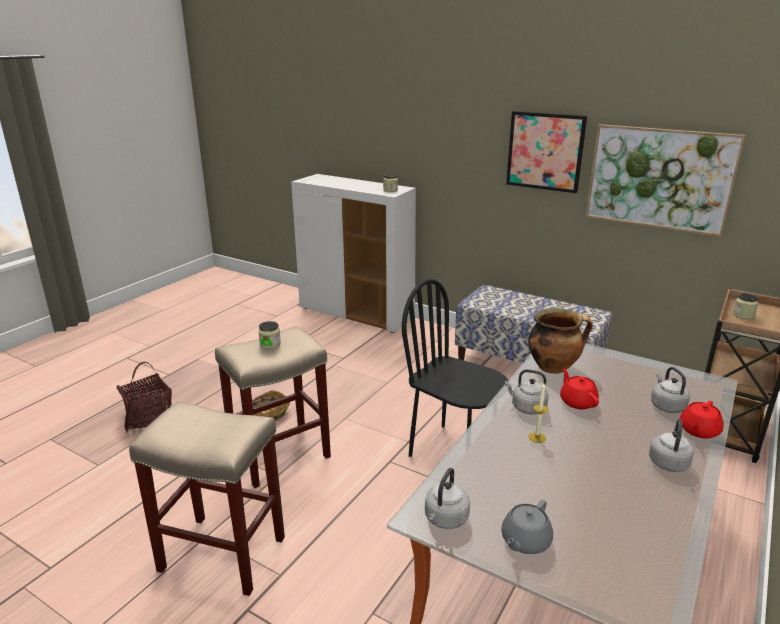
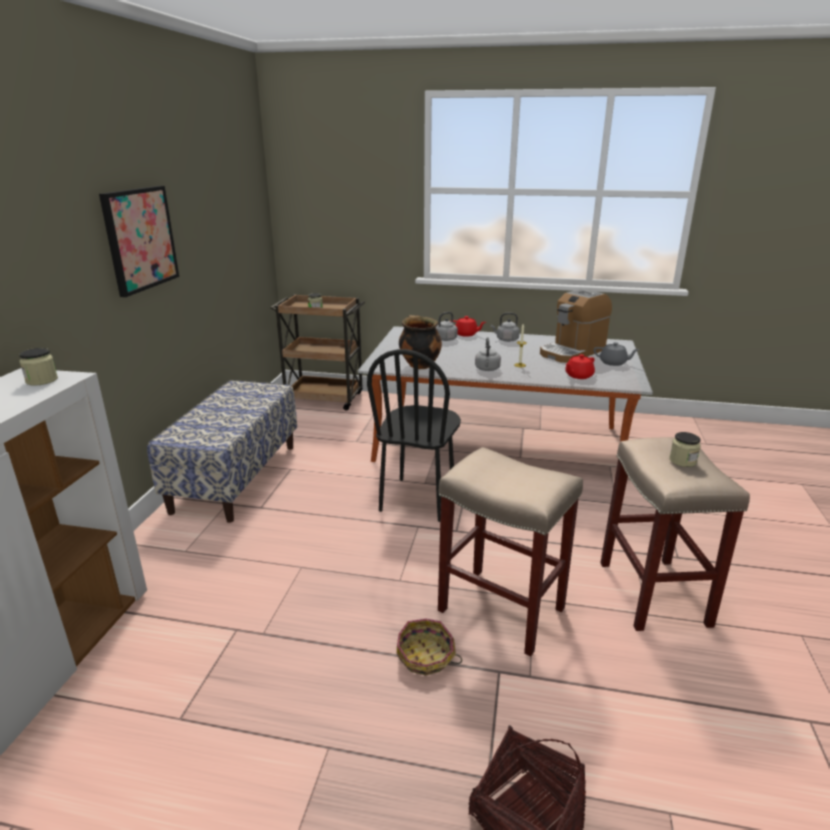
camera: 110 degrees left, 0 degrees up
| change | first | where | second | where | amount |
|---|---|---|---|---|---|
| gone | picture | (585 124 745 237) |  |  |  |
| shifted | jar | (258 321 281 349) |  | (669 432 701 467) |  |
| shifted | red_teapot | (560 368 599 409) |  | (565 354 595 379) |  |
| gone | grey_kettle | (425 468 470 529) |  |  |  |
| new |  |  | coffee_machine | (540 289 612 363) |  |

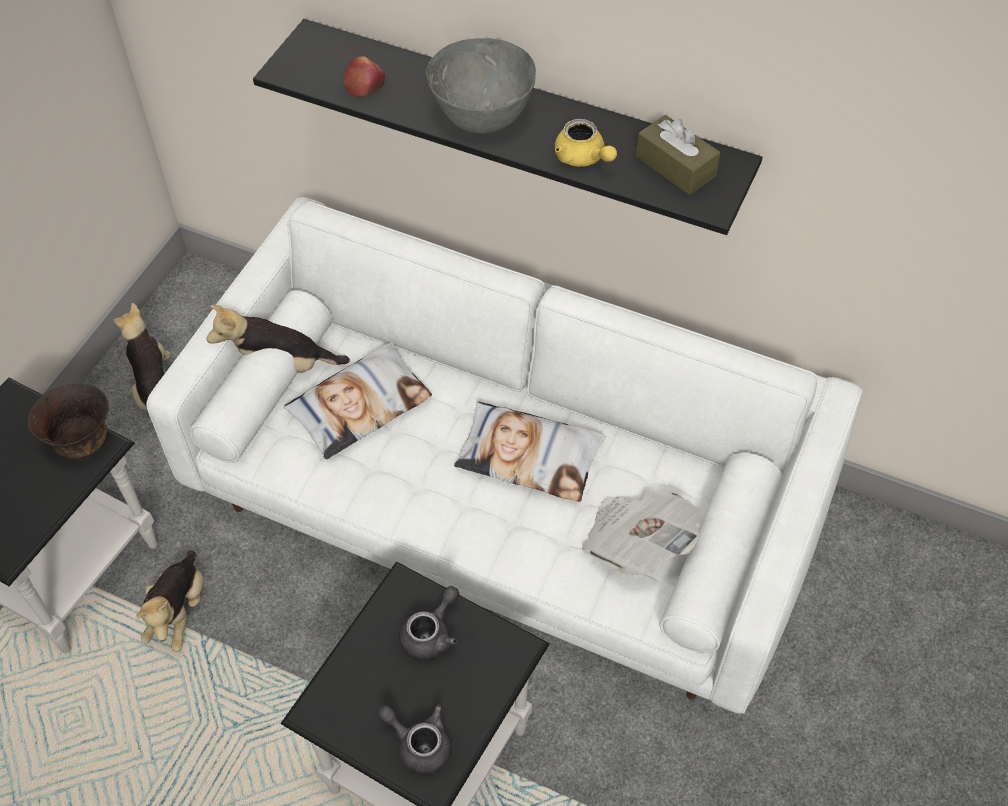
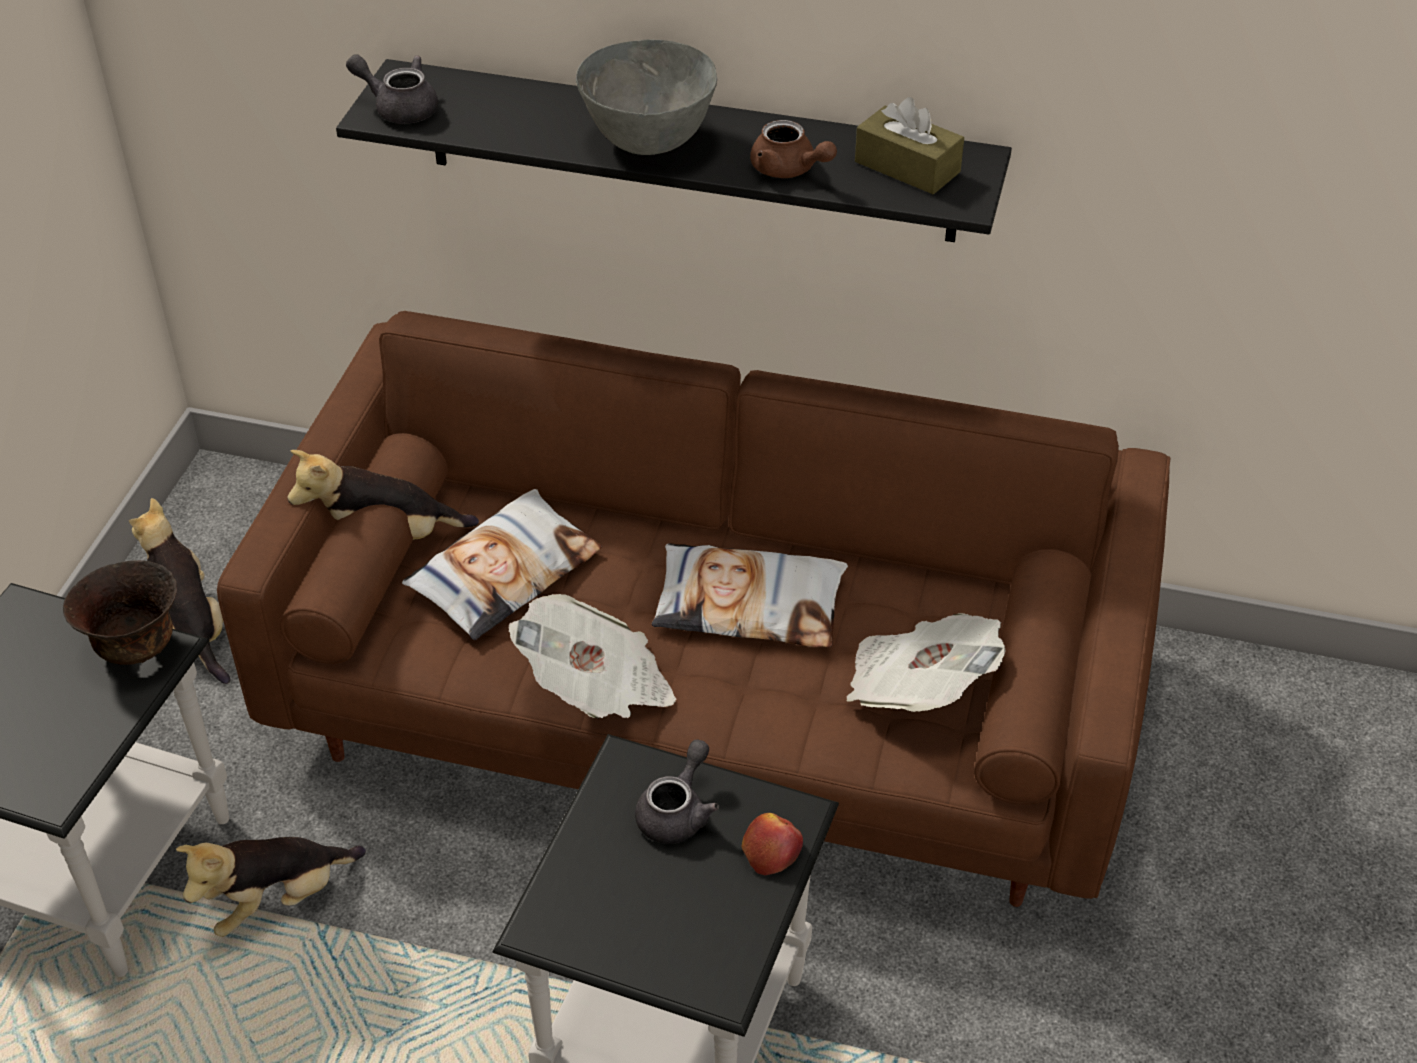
camera: 10 degrees left, 10 degrees down
| change | first | where | second | where | amount |
|---|---|---|---|---|---|
| shifted | apple | (343 56 385 97) |  | (742 813 803 875) |  |
| repainted | yellow_teapot | (555 119 617 167) | brown_teapot | (750 120 837 178) |  |
| repainted | white_sofa | (146 197 863 714) | brown_sofa | (217 311 1170 907) |  |
| rotated | plush_toy | (136 550 204 652) |  | (176 837 366 937) | 60 degrees clockwise |
| shifted | grey_teapot | (377 705 452 775) |  | (346 54 438 123) |  |
| new |  |  | newspaper | (509 594 676 719) |  |

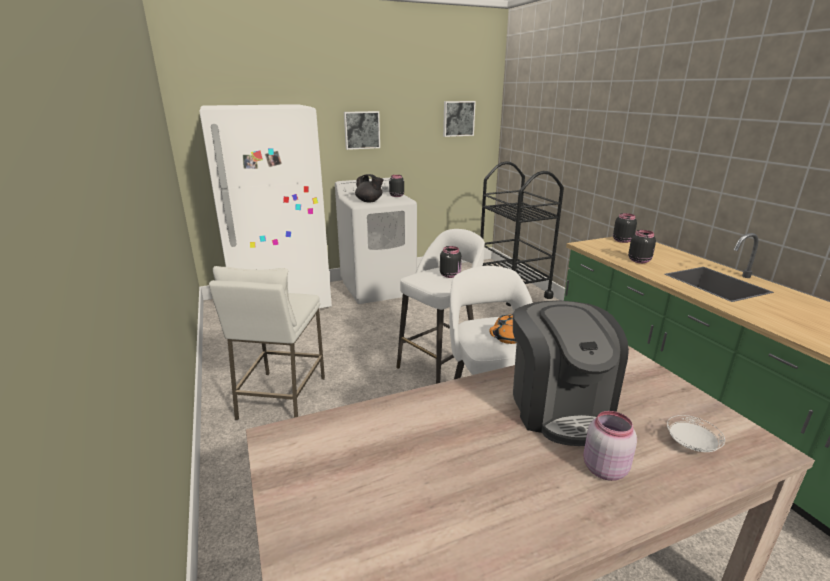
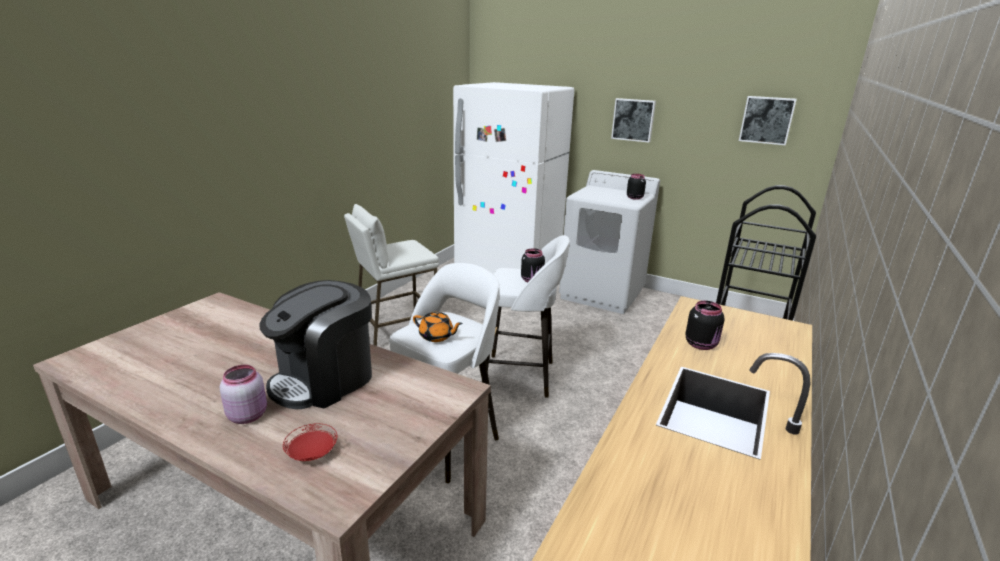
camera: 50 degrees right, 0 degrees up
| change | first | where | second | where | amount |
|---|---|---|---|---|---|
| gone | black_teapot | (355 174 384 203) |  |  |  |
| gone | black_jar | (613 213 637 243) |  |  |  |
| repainted | white_plate | (667 415 725 452) | red_plate | (283 423 337 461) |  |

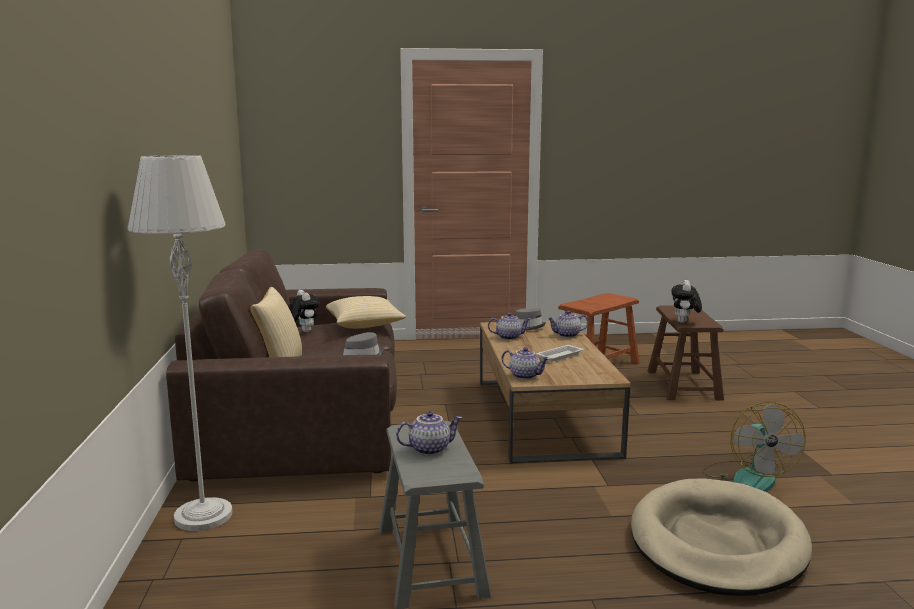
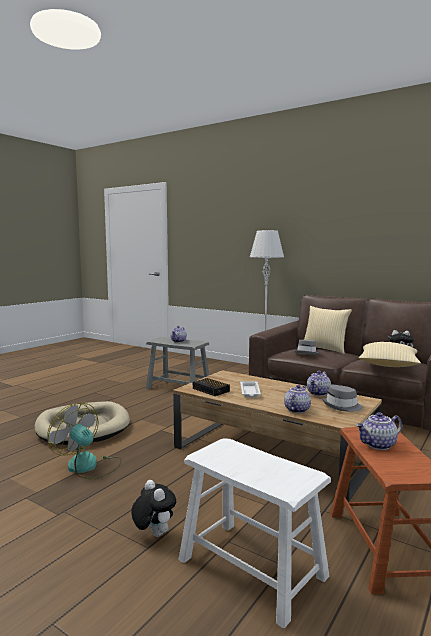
camera: 130 degrees right, 5 degrees down
| change | first | where | second | where | amount |
|---|---|---|---|---|---|
| shifted | plush_toy | (672 280 702 323) |  | (131 480 176 537) |  |
| repainted | brown_stool | (647 306 724 401) | white_stool | (179 438 331 628) |  |
| shifted | teapot | (502 347 550 380) |  | (356 412 402 450) |  |
| new |  |  | alarm_clock | (193 378 230 396) |  |

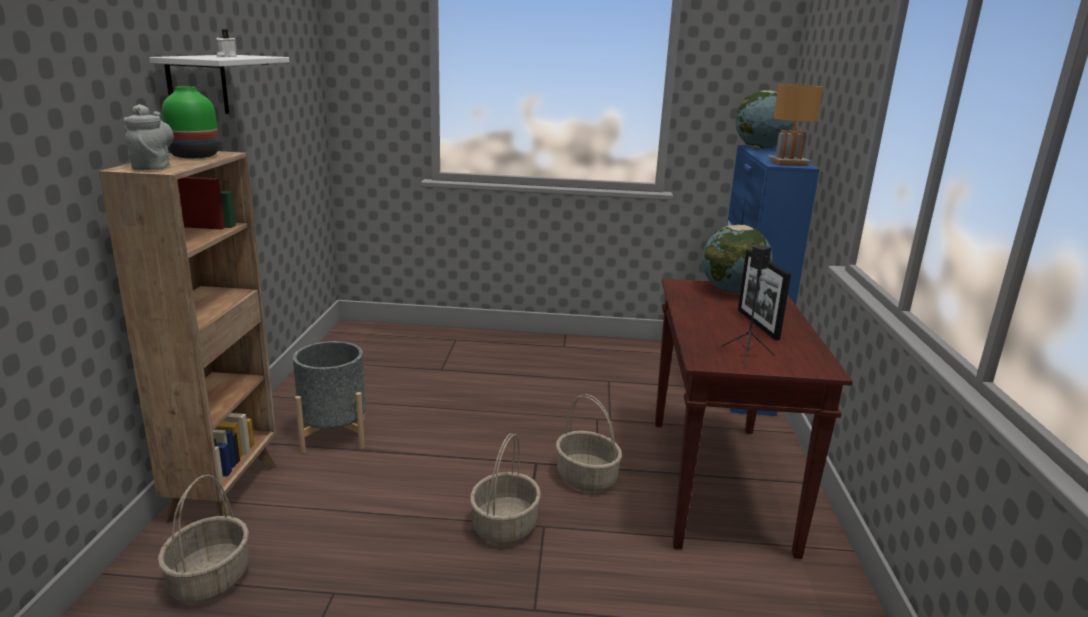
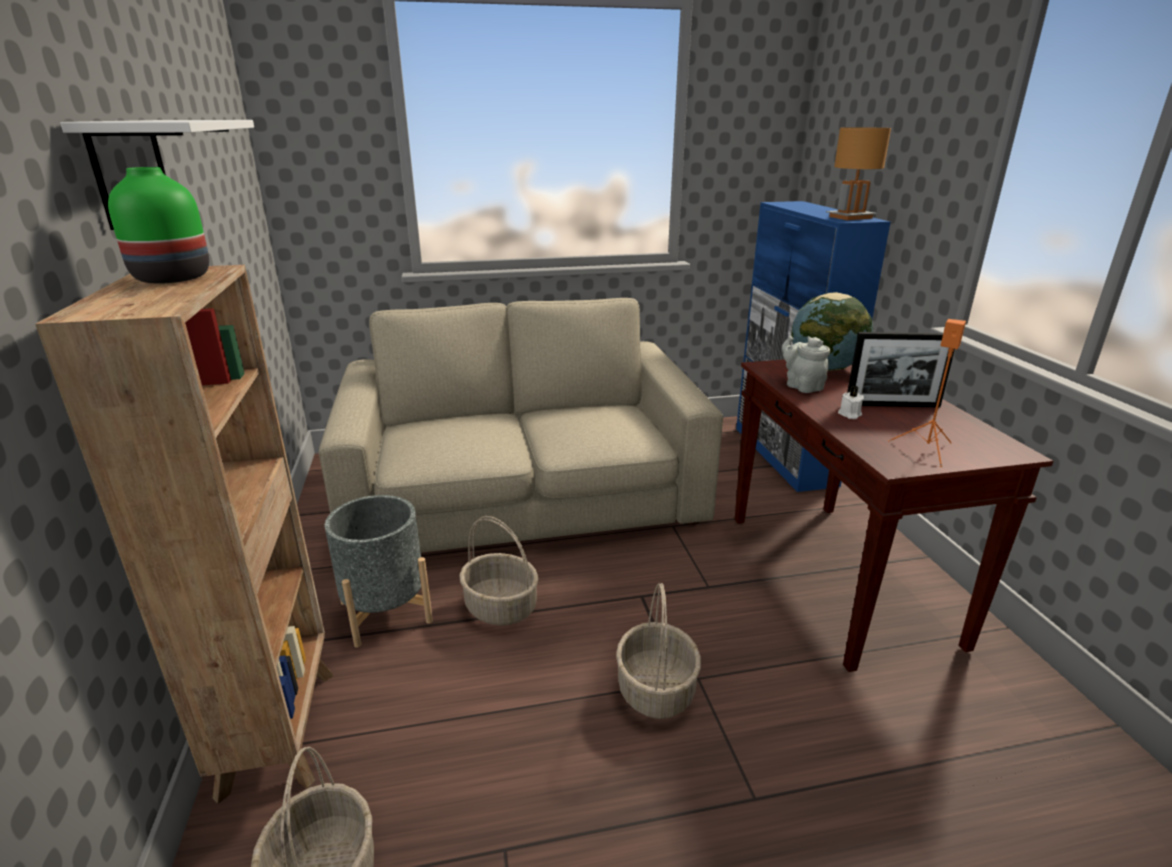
camera: 15 degrees left, 5 degrees up
| change | first | where | second | where | amount |
|---|---|---|---|---|---|
| shifted | white_candle | (216 29 237 57) |  | (838 386 864 419) |  |
| gone | globe | (736 91 794 149) |  |  |  |
| shifted | grey_teapot | (124 104 174 170) |  | (782 336 830 393) |  |
| repainted | black_speaker | (721 245 775 369) | orange_speaker | (888 319 966 467) |  |
| rotated | picture_frame | (738 250 791 341) |  | (847 332 955 408) | 60 degrees counterclockwise |
| shifted | basket | (556 394 622 492) |  | (459 516 539 626) |  |
| new |  |  | beige_sofa | (319 298 723 553) |  |

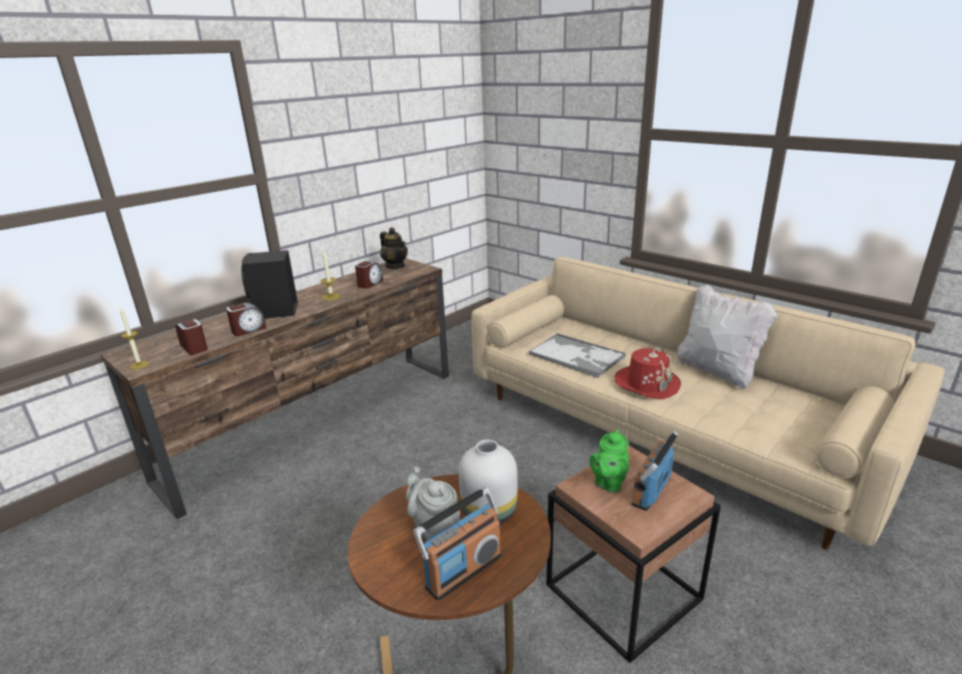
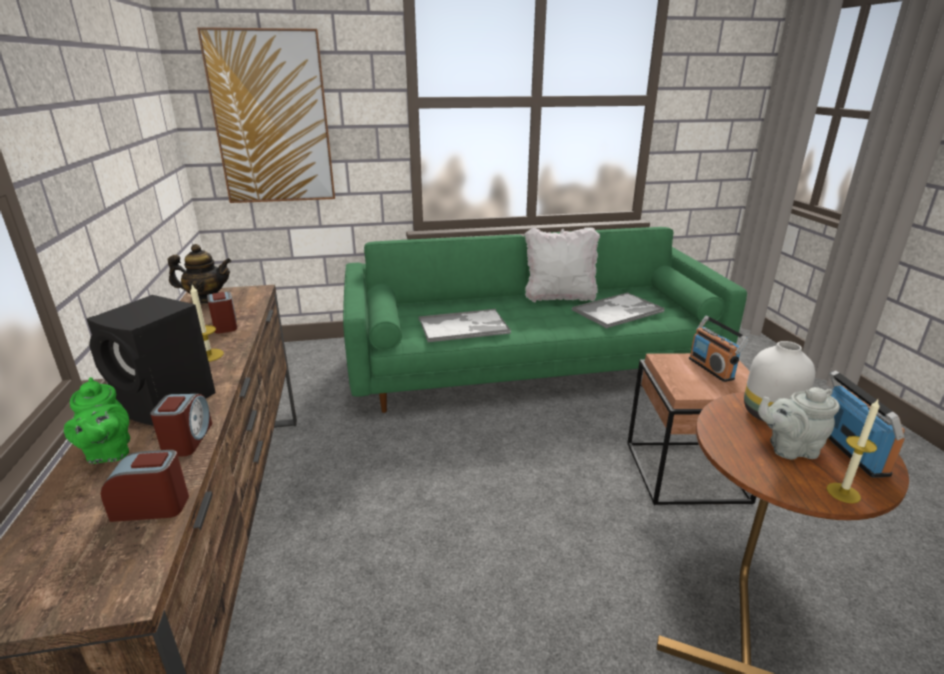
camera: 55 degrees left, 0 degrees up
| change | first | where | second | where | amount |
|---|---|---|---|---|---|
| repainted | beige_sofa | (471 257 945 550) | green_sofa | (343 227 747 413) |  |
| shifted | candle | (120 306 149 369) |  | (827 398 880 503) |  |
| gone | red_hat | (614 348 681 399) |  |  |  |
| shifted | green_teapot | (589 429 629 493) |  | (64 377 130 464) |  |
| new |  |  | picture | (197 27 335 203) |  |
| new |  |  | tray | (572 292 664 328) |  |

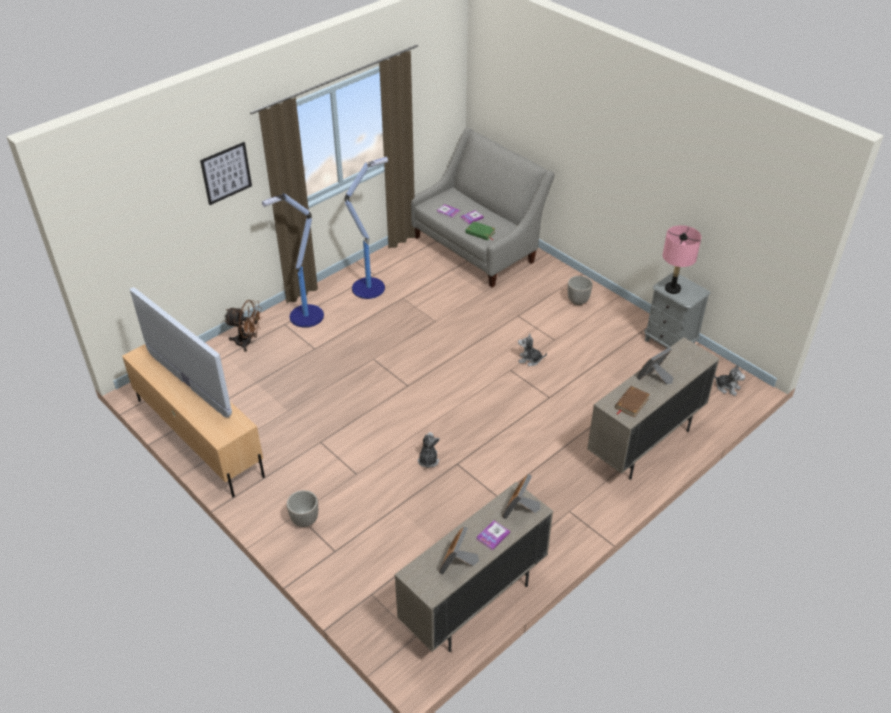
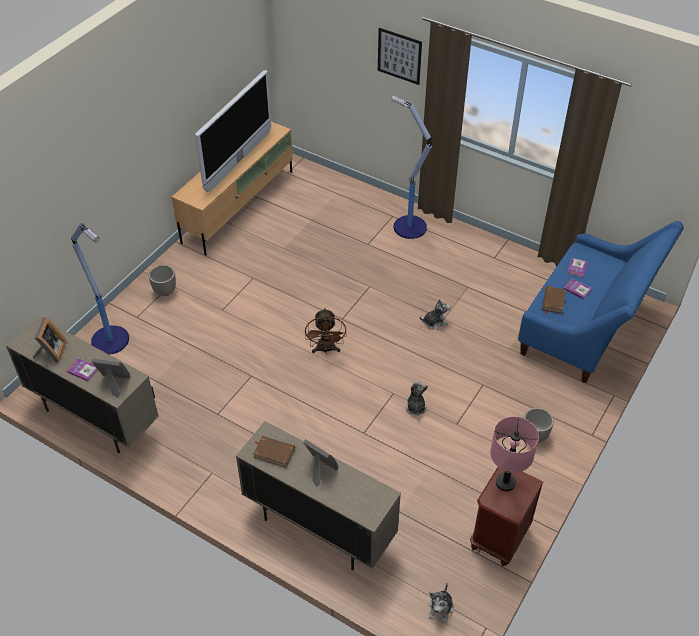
camera: 75 degrees right, 5 degrees up
| change | first | where | second | where | amount |
|---|---|---|---|---|---|
| repainted | grey_sofa | (411 128 555 288) | blue_sofa | (518 221 684 383) |  |
| shifted | floor_lamp | (345 157 388 299) |  | (71 223 129 355) |  |
| repainted | green_book | (465 221 496 240) | brown_book | (542 286 566 315) |  |
| repainted | grey_nightstand | (644 272 711 348) | brown_nightstand | (470 467 543 566) |  |
| shifted | brown_fan | (224 300 262 351) |  | (305 308 346 354) |  |
| shifted | plush_toy | (418 432 440 468) |  | (420 299 451 330) |  |
| rotated | picture_frame | (439 526 479 574) |  | (33 317 67 363) | 90 degrees clockwise |

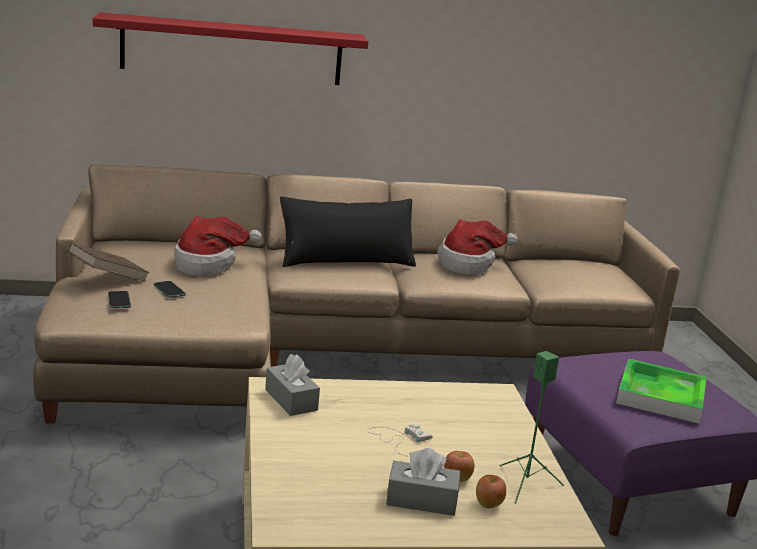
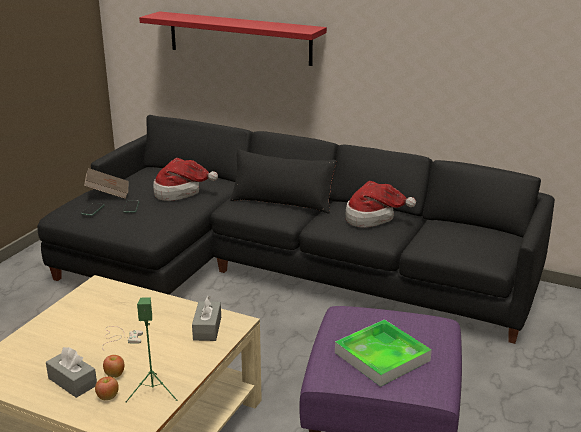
camera: 35 degrees right, 5 degrees up
| change | first | where | second | where | amount |
|---|---|---|---|---|---|
| repainted | beige_sofa | (33 164 680 424) | black_sofa | (37 115 555 344) |  |
| shifted | grey_tissue_box | (265 354 320 416) |  | (192 296 221 341) |  |

